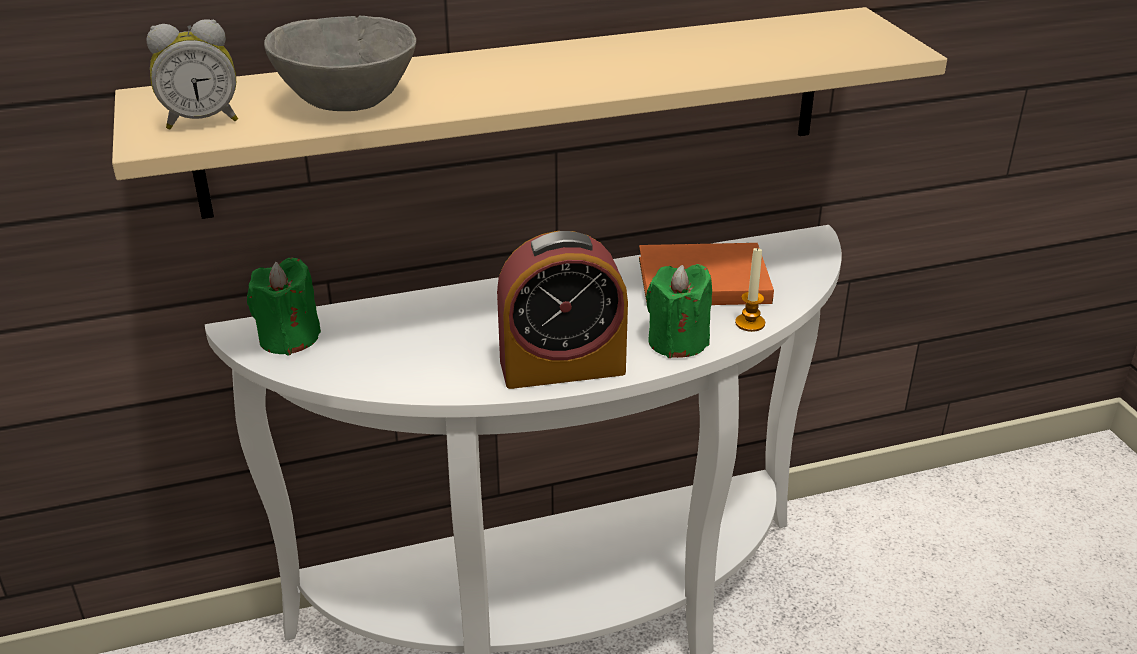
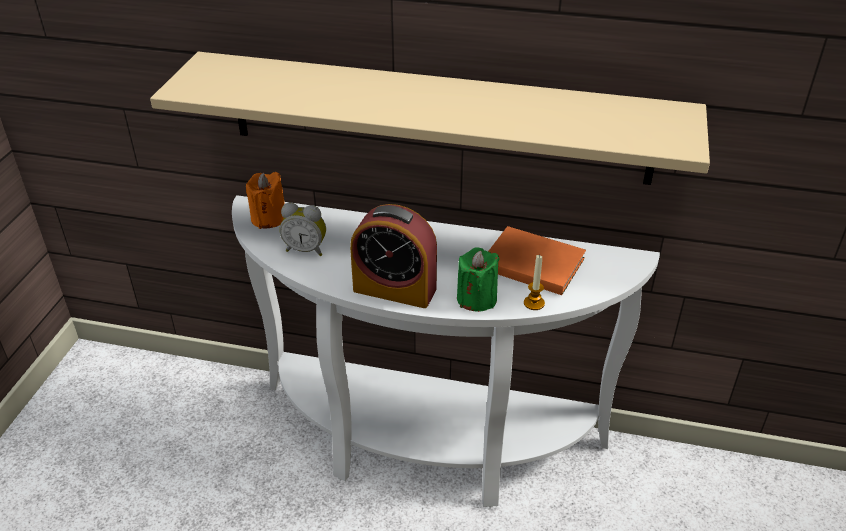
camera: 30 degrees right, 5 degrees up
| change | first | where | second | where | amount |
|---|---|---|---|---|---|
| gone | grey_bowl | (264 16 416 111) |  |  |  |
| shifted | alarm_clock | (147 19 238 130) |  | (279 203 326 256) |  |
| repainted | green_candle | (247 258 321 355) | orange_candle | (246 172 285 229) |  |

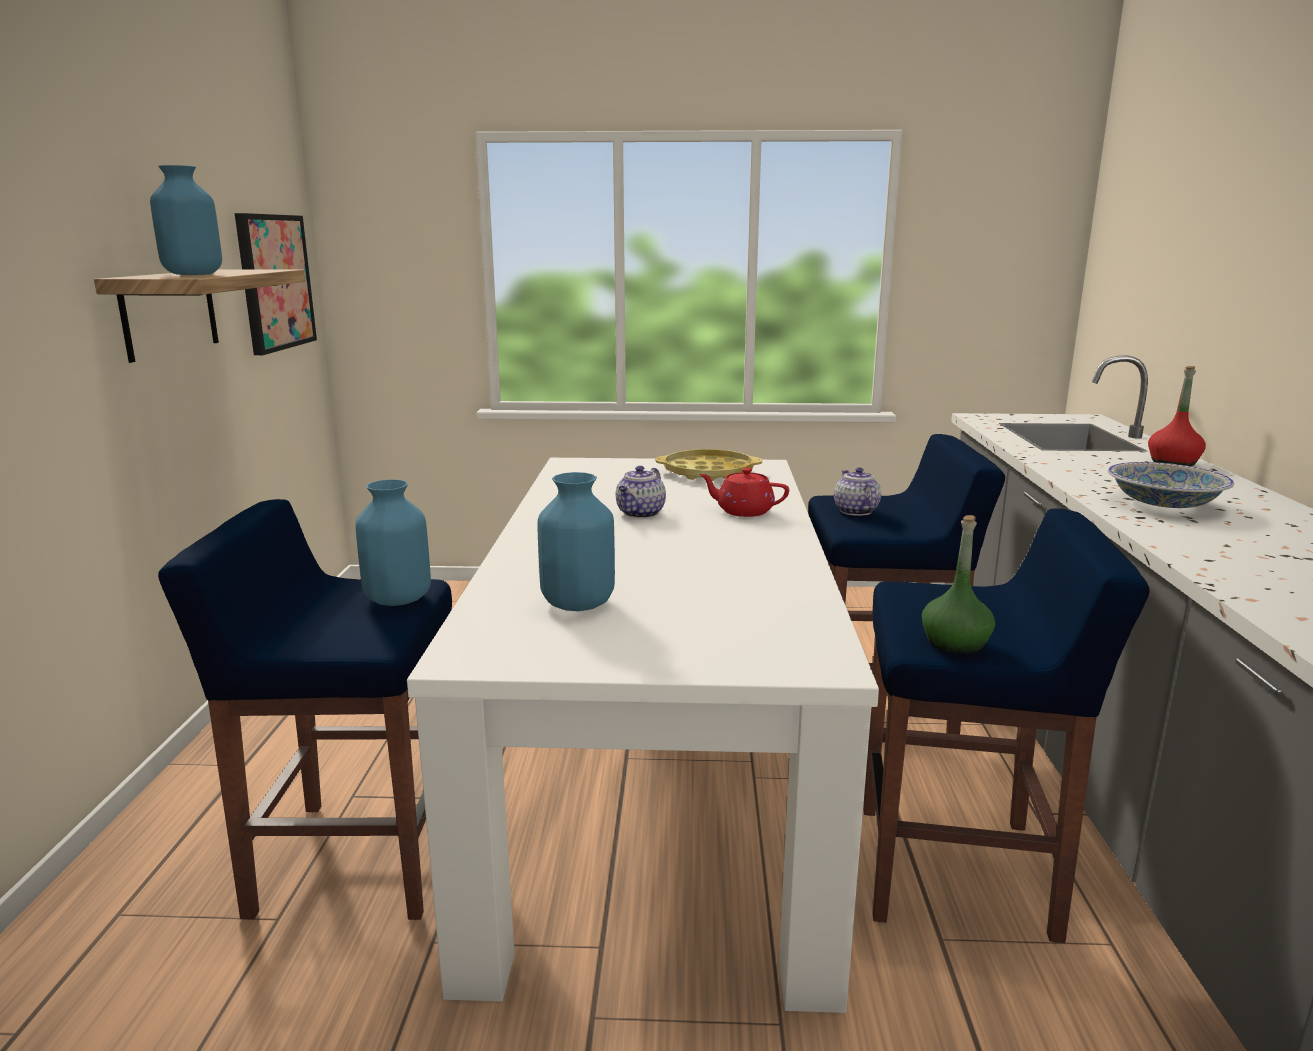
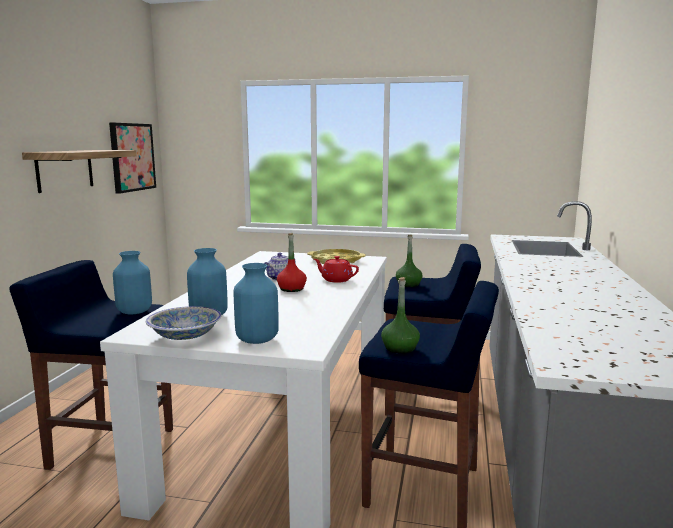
camera: 10 degrees right, 5 degrees down
| change | first | where | second | where | amount |
|---|---|---|---|---|---|
| shifted | blue_vase | (150 165 222 275) |  | (234 263 279 344) |  |
| shifted | red_bottle | (1148 366 1206 466) |  | (277 233 307 292) |  |
| shifted | bowl | (1108 462 1234 508) |  | (146 306 222 340) |  |
| swapped | teapot | (834 467 881 516) | green_bottle | (396 235 422 287) |  |

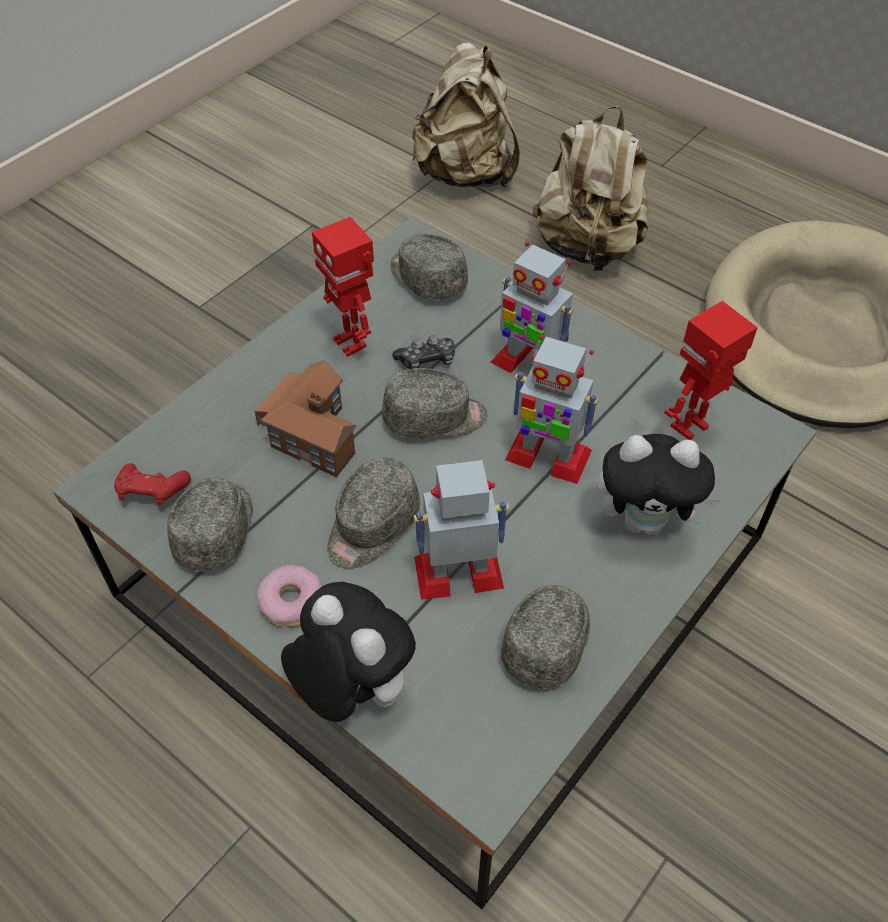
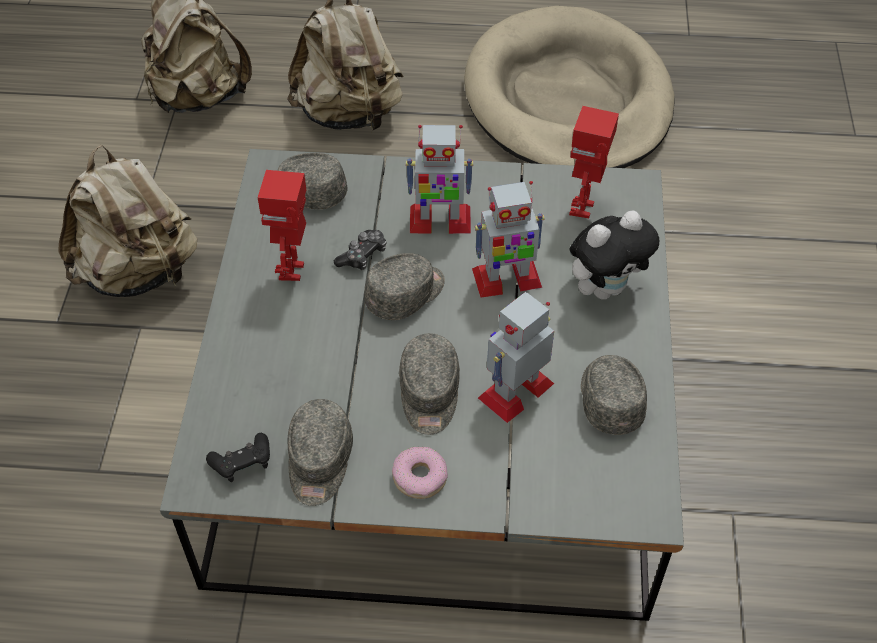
camera: 35 degrees left, 0 degrees up
| change | first | where | second | where | amount |
|---|---|---|---|---|---|
| rotated | toy_robot | (312 217 374 357) |  | (258 170 306 281) | 75 degrees clockwise |
| gone | toy_house | (254 360 356 477) |  |  |  |
| repainted | red_game_controller | (114 463 191 506) | black_game_controller | (206 433 270 482) |  |
| rotated | grey_cap | (167 478 253 572) |  | (287 399 353 506) | 150 degrees counterclockwise |
| gone | plush_toy | (281 582 416 722) |  |  |  |
| new |  |  | beige_backpack | (58 145 197 297) |  |

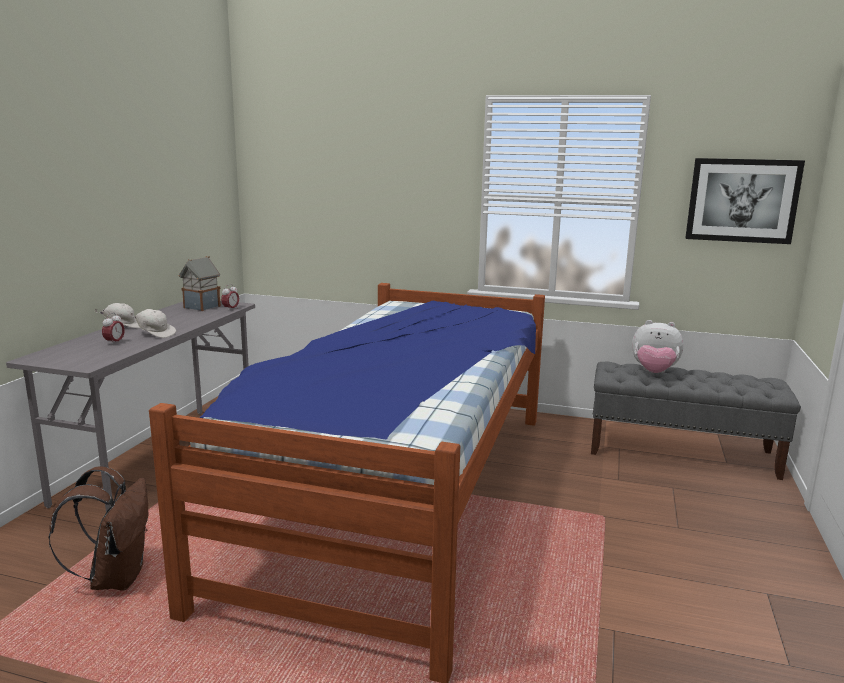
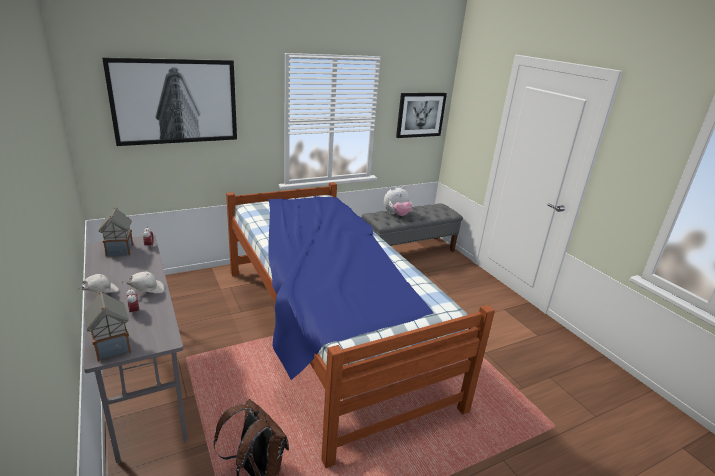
camera: 45 degrees left, 10 degrees up
| change | first | where | second | where | amount |
|---|---|---|---|---|---|
| new |  |  | picture | (102 57 237 146) |  |
| new |  |  | toy_house | (84 291 131 362) |  |

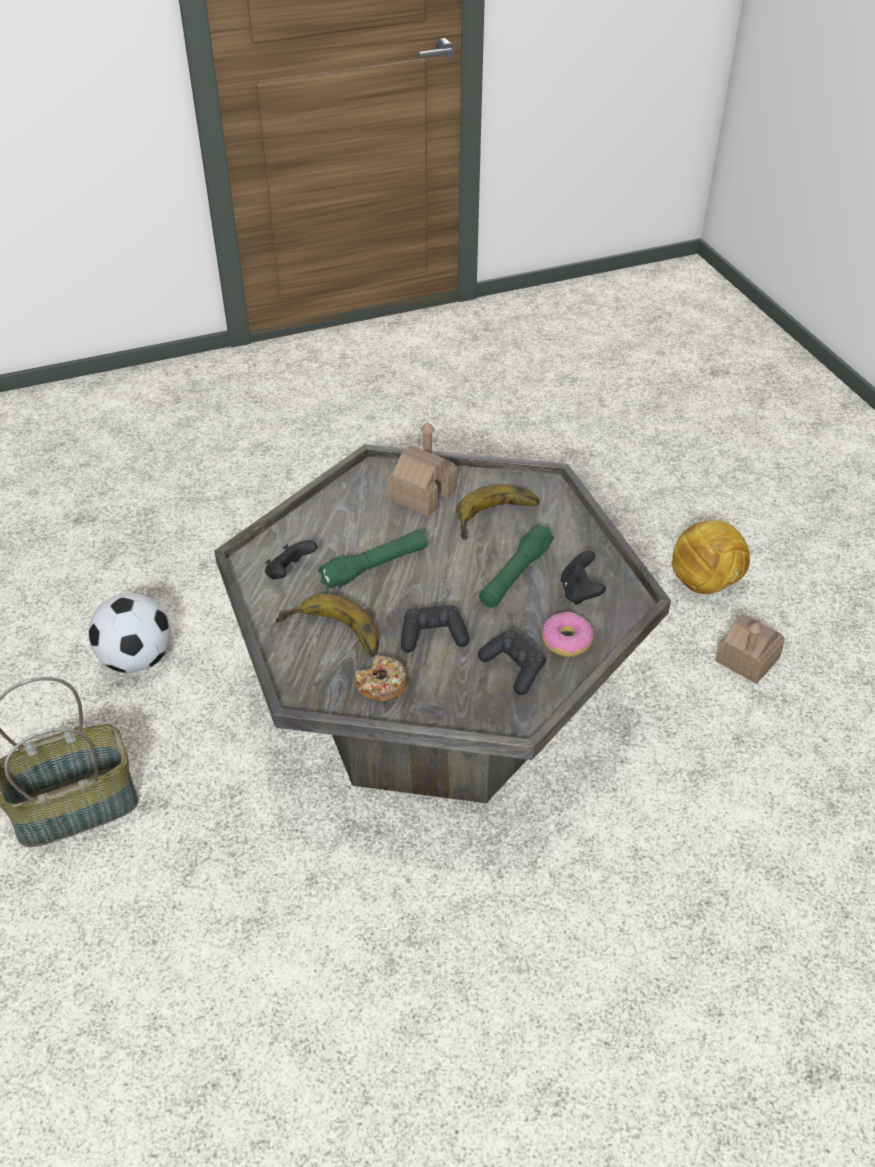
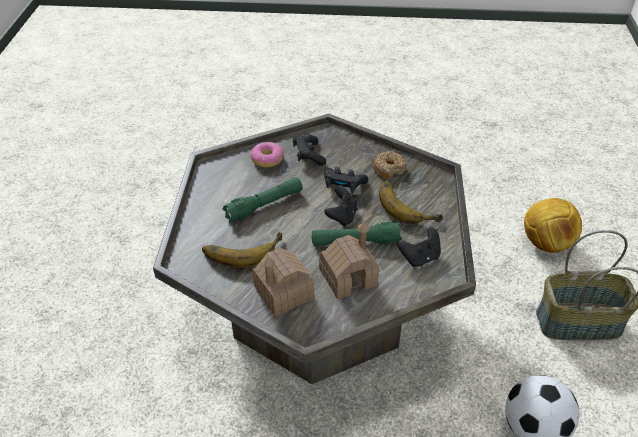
camera: 155 degrees left, 0 degrees up
| change | first | where | second | where | amount |
|---|---|---|---|---|---|
| shifted | football | (672 520 750 594) |  | (524 198 582 253) |  |
| shifted | black_game_controller | (561 551 606 605) |  | (324 186 357 226) |  |
| shifted | toy_house | (715 614 785 684) |  | (319 222 379 300) |  |

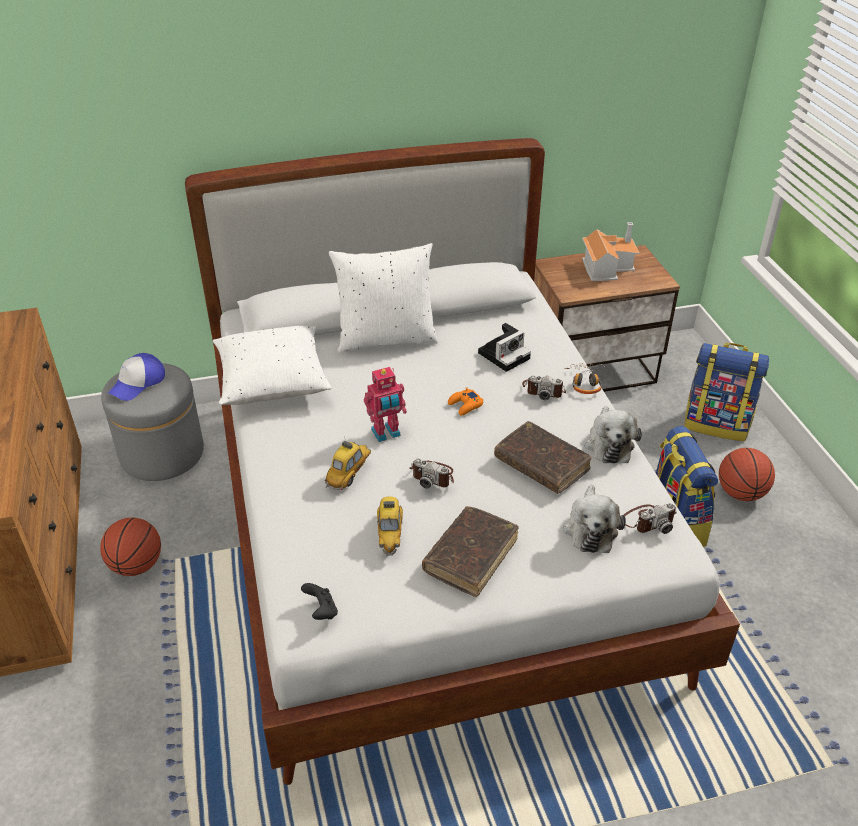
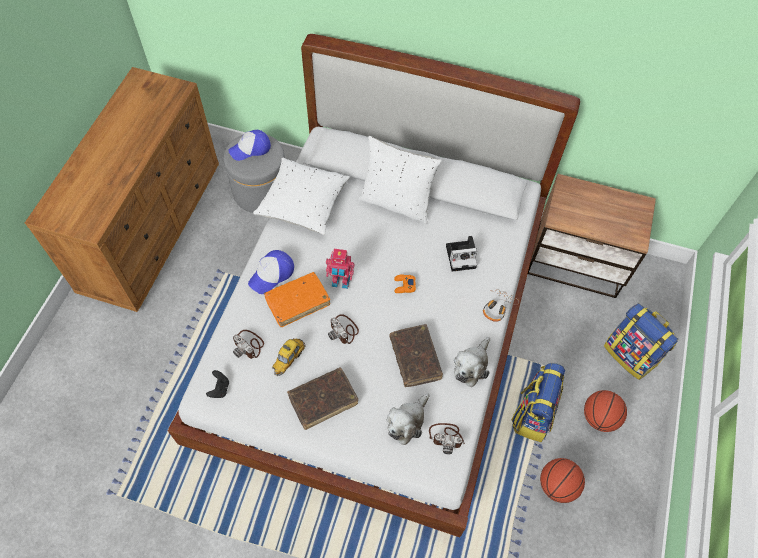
camera: 30 degrees right, 20 degrees up
| change | first | where | second | where | amount |
|---|---|---|---|---|---|
| gone | toy_house | (582 222 640 281) |  |  |  |
| shifted | photo_camera | (522 376 566 400) |  | (233 330 264 359) |  |
| swapped | toy_car | (325 441 371 490) | orange_book | (264 272 330 327) |  |
| shifted | basketball | (100 517 161 576) |  | (540 458 585 503) |  |
| new |  |  | cap | (248 250 294 294) |  |

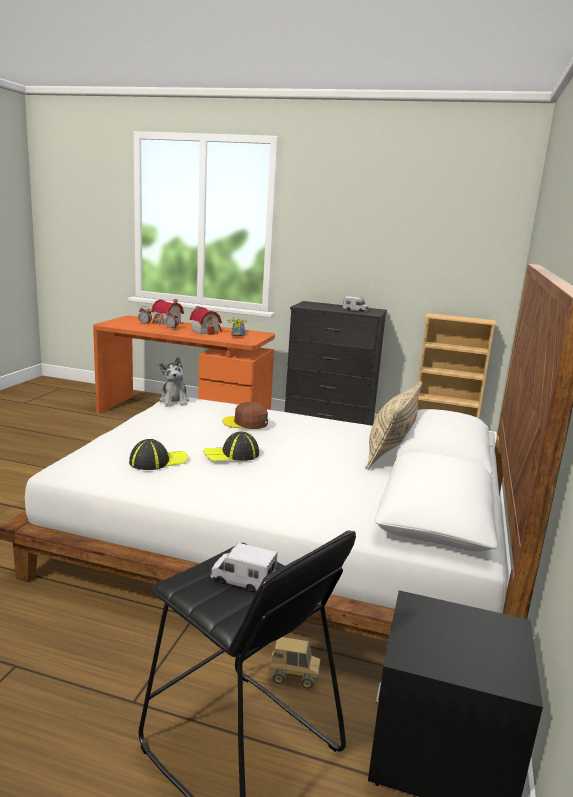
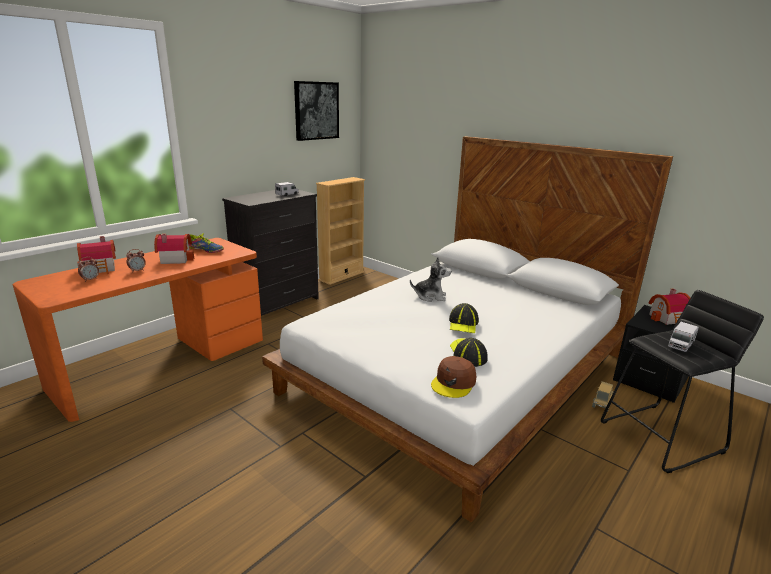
camera: 65 degrees left, 5 degrees up
| change | first | where | second | where | amount |
|---|---|---|---|---|---|
| shifted | plush_toy | (159 357 189 407) |  | (410 257 451 302) |  |
| gone | beige_pillow | (365 381 422 470) |  |  |  |
| shifted | brown_cap | (222 402 268 429) |  | (431 356 476 398) |  |
| new |  |  | picture | (294 81 339 141) |  |
| new |  |  | toy_house | (649 288 691 325) |  |

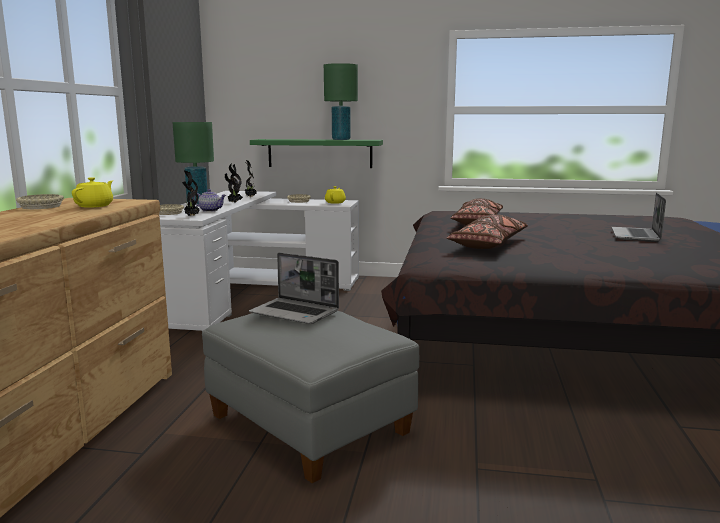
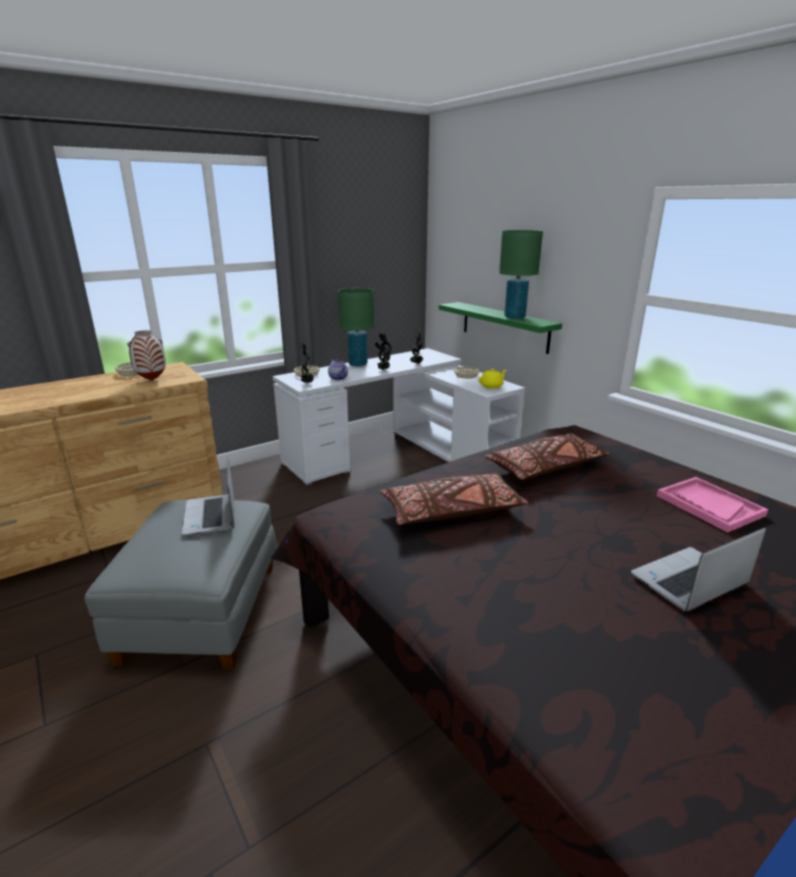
camera: 45 degrees right, 10 degrees up
| change | first | where | second | where | amount |
|---|---|---|---|---|---|
| swapped | yellow_teapot | (72 177 113 208) | vase | (127 330 166 380) |  |
| new |  |  | pink_tray | (657 477 768 533) |  |

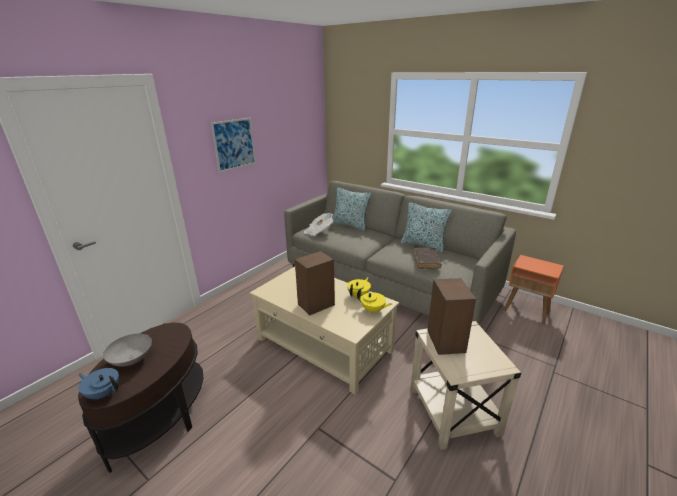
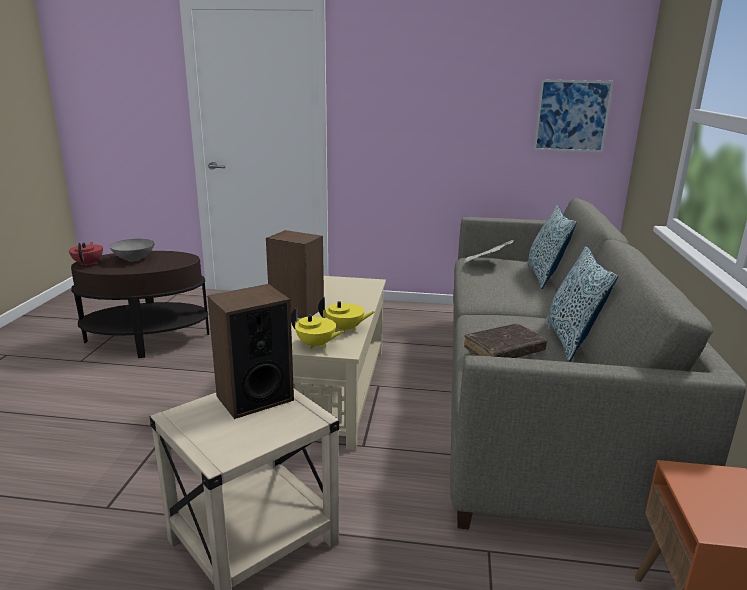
camera: 60 degrees right, 5 degrees down
| change | first | where | second | where | amount |
|---|---|---|---|---|---|
| shifted | picture | (211 118 256 173) |  | (534 79 614 153) |  |
| rotated | yellow_teapot | (357 289 392 314) |  | (291 308 344 349) | 60 degrees counterclockwise |
| repainted | blue_teapot | (78 368 119 400) | red_teapot | (69 242 103 267) |  |

